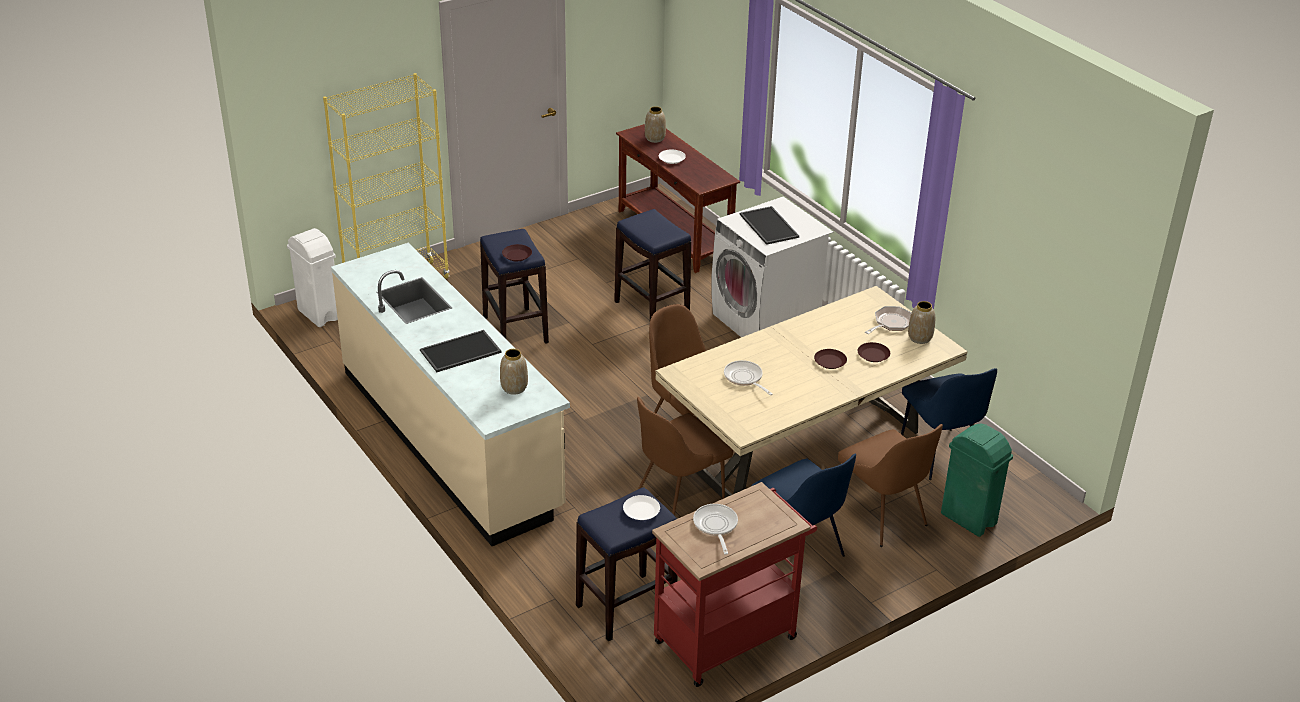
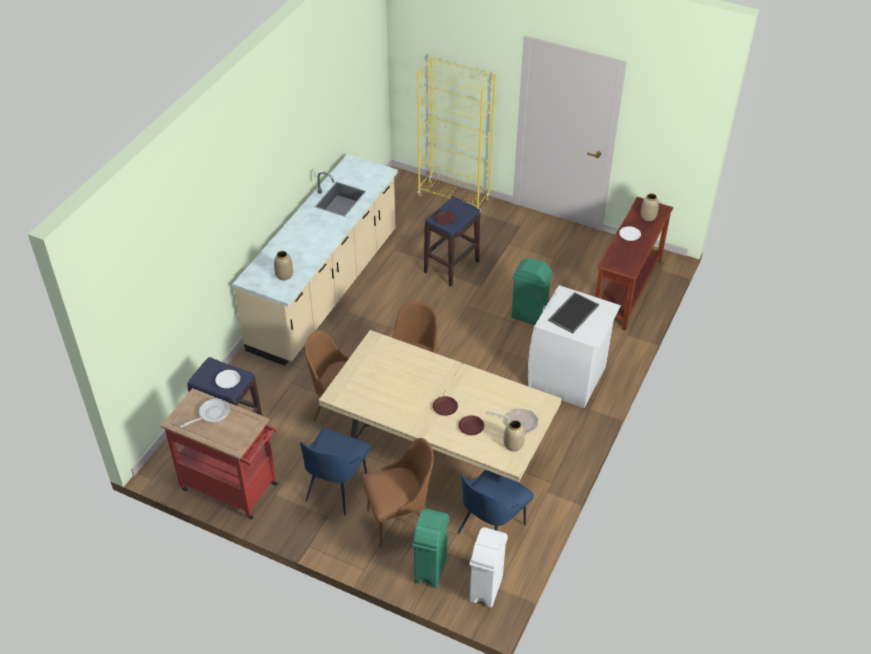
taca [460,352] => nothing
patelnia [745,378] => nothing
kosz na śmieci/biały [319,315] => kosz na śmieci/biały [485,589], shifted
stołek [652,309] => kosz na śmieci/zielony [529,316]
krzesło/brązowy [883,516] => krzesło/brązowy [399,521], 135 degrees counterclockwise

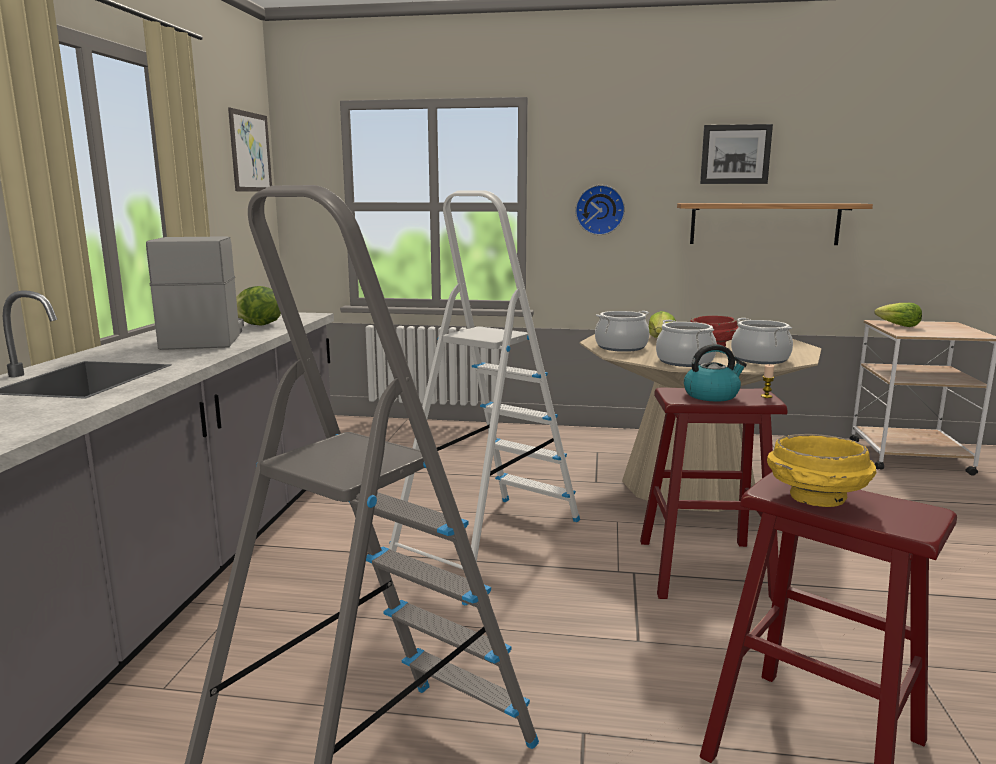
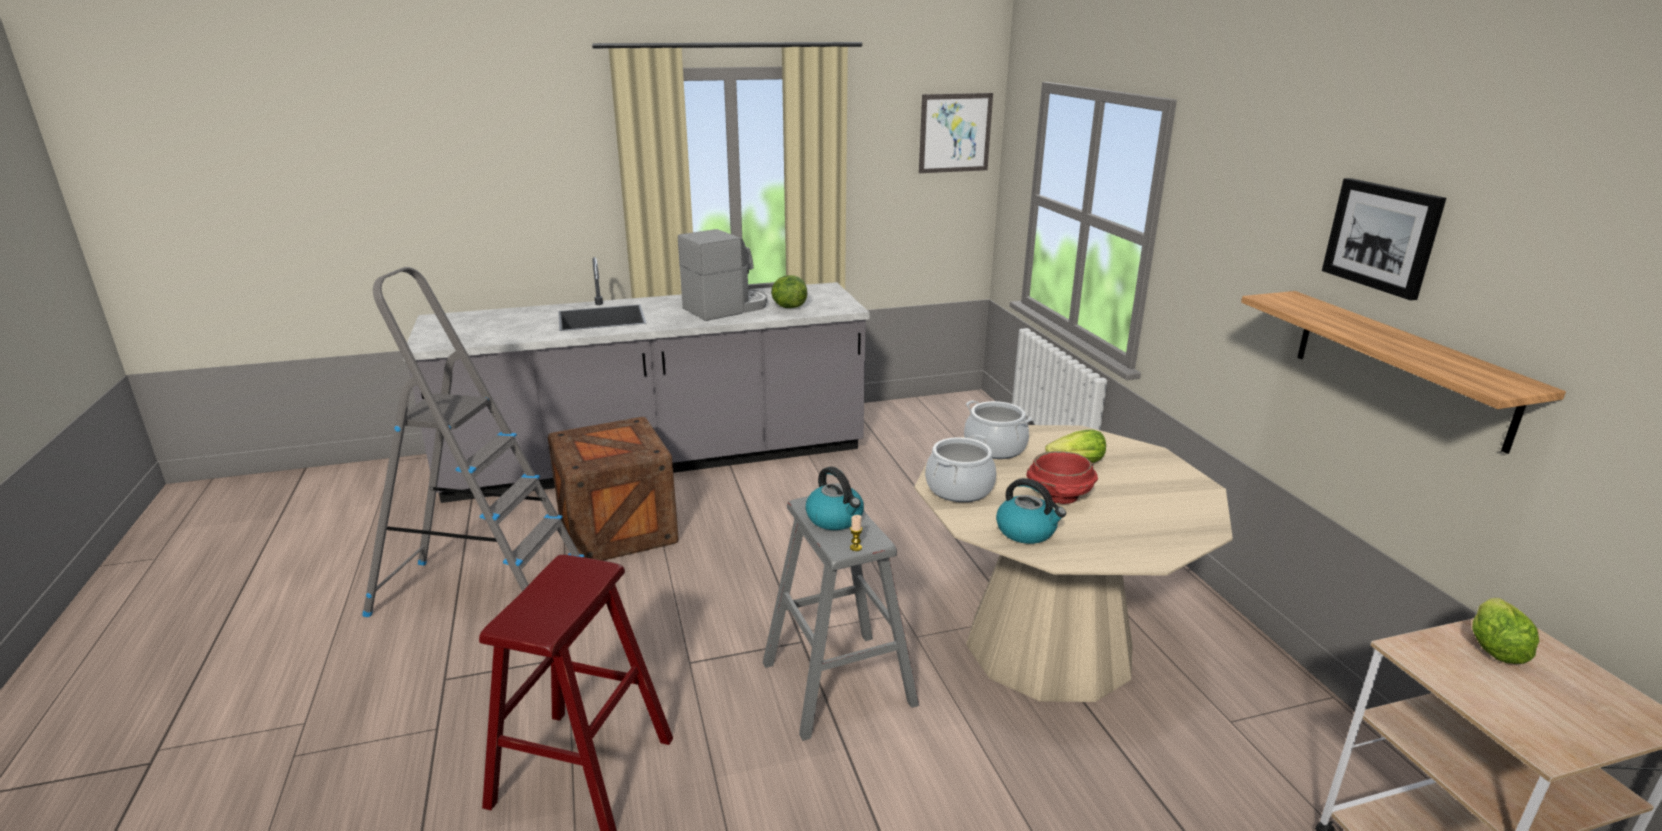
drabinka/biały [489,543] => nothing
zegar ścienny [600,210] => nothing
miska/żółty [816,499] => nothing
nothing => skrzynka [618,531]
garnek [760,359] => czajnik [1027,531]
stołek/czerwony [704,569] => stołek/szary [838,683]

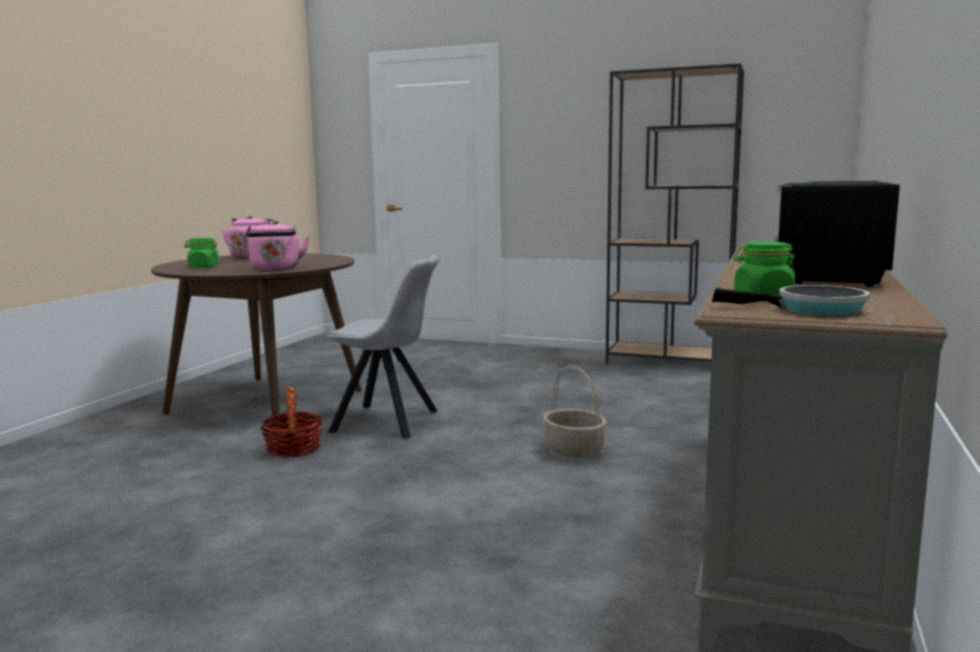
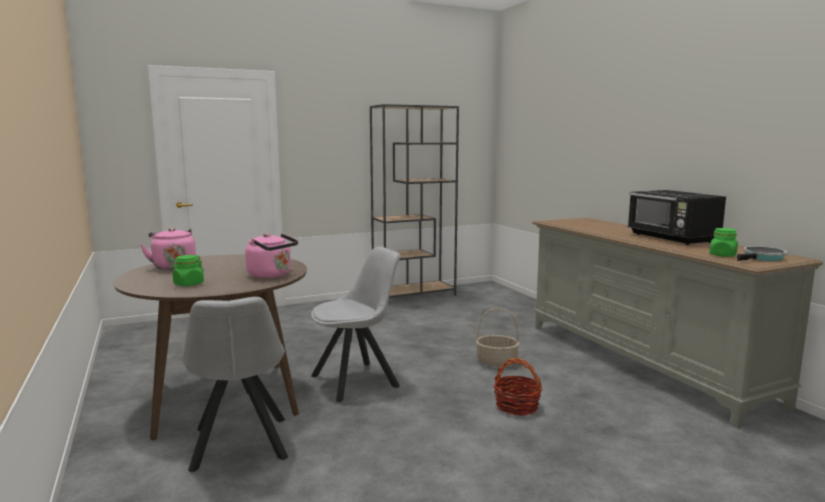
nothing => krzesło/szary [240,445]
koszyk [293,448] => koszyk [517,406], shifted

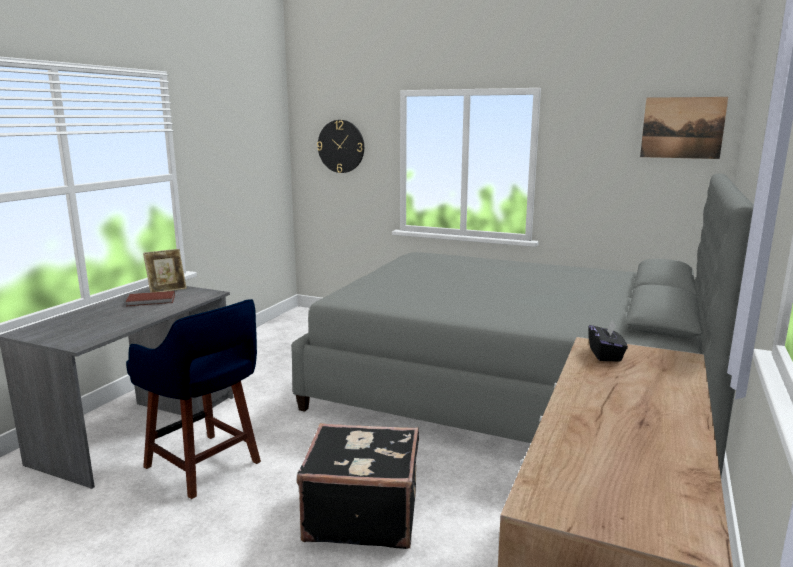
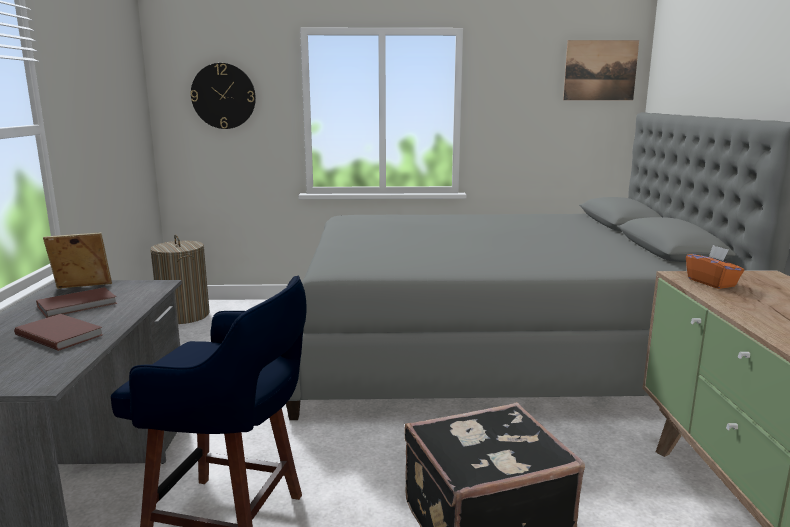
nothing => książka/brązowy [60,334]
nothing => kosz na pranie [184,315]
pudełko chusteczek/czarny [605,355] => pudełko chusteczek/pomarańczowy [711,283]
ramka na zdjęcie [167,290] => ramka na zdjęcie [82,288], 135 degrees counterclockwise

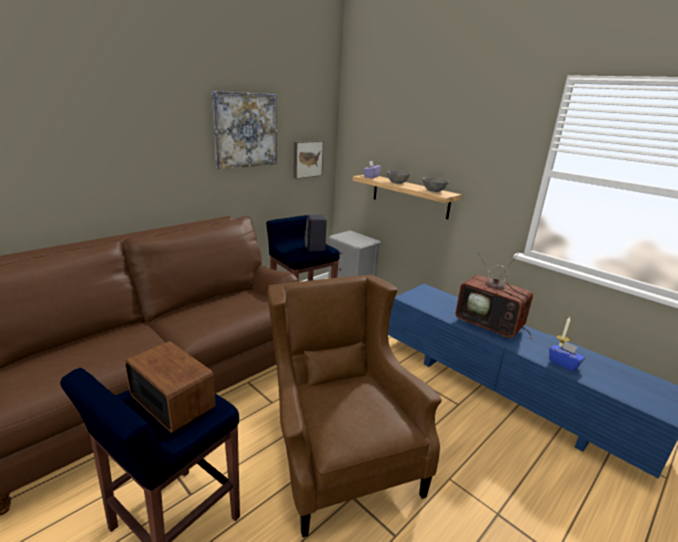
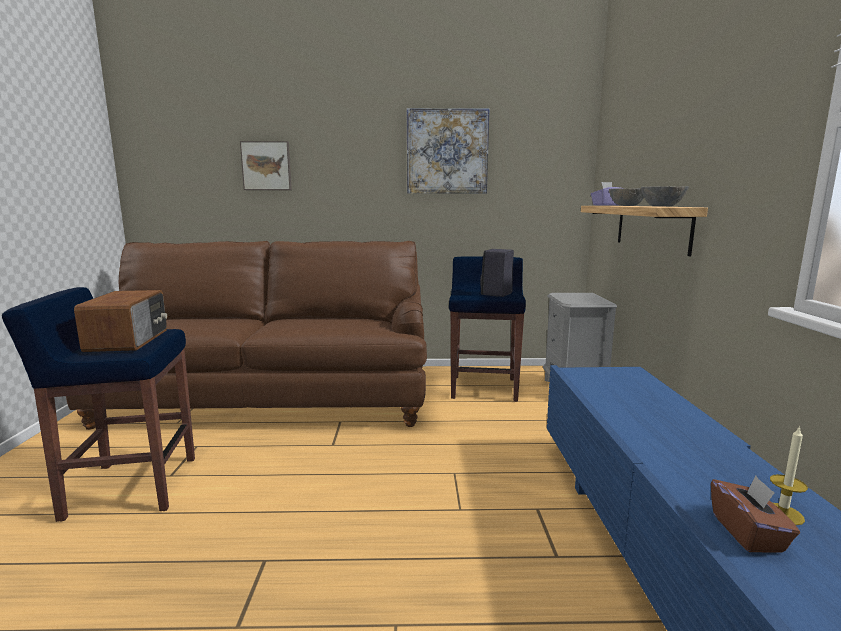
fotel/brązowy [339,455] => nothing
telewizor [491,324] => nothing
obraz [307,159] => obraz [267,166], shifted
pudełko chusteczek/niebieski [563,363] => pudełko chusteczek/brązowy [748,533]

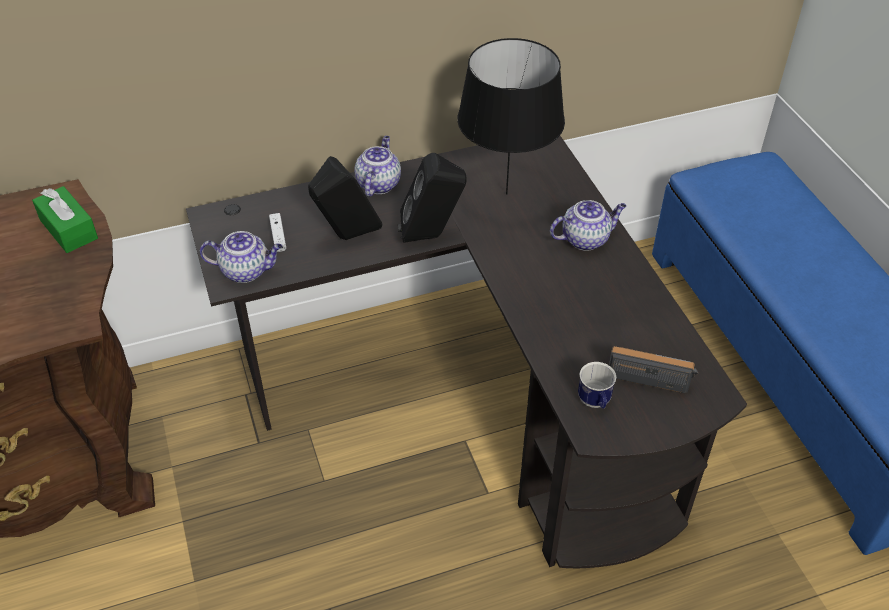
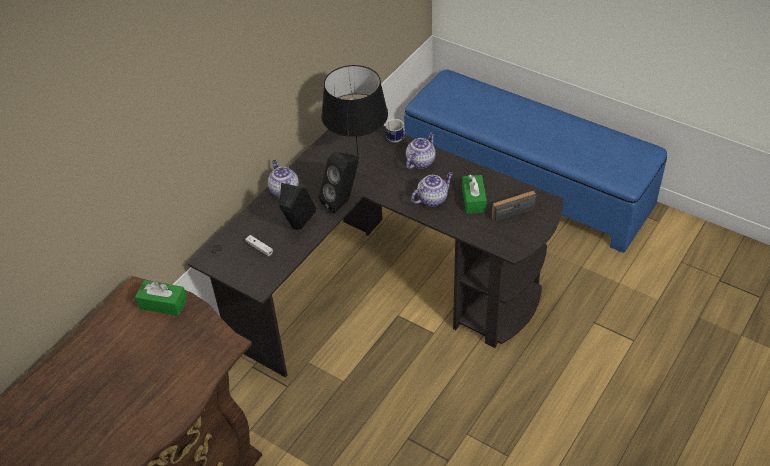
nothing => pudełko chusteczek/zielony [473,199]
imbryk [246,271] => imbryk [432,198], shifted
kubek [595,403] => kubek [397,140], shifted

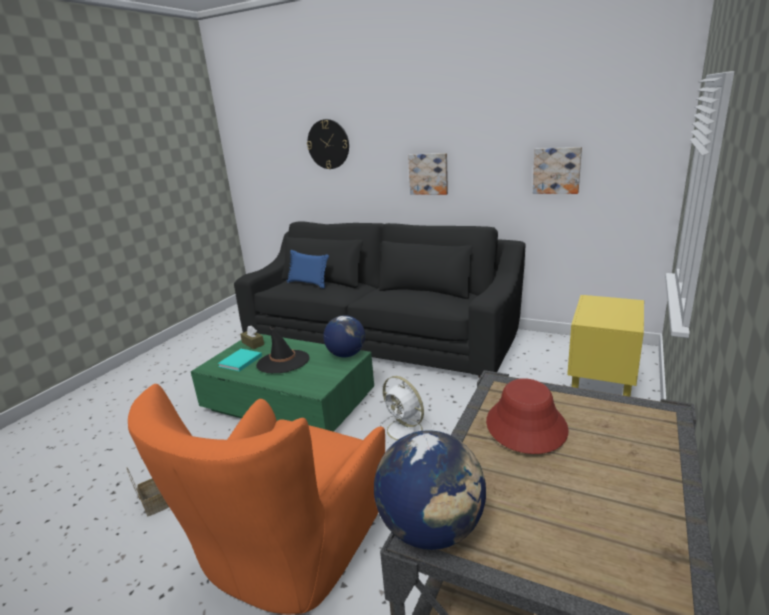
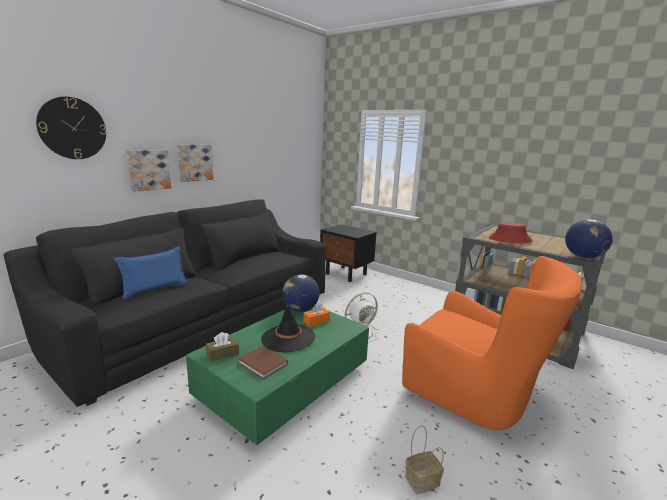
nothing => pudełko chusteczek/pomarańczowy [316,321]
obraz [556,170] => obraz [149,169], shifted
książka/turkusowy [239,362] => książka/brązowy [263,364]
szafka nocna/żółty [601,385] => szafka nocna/czarny [346,274]

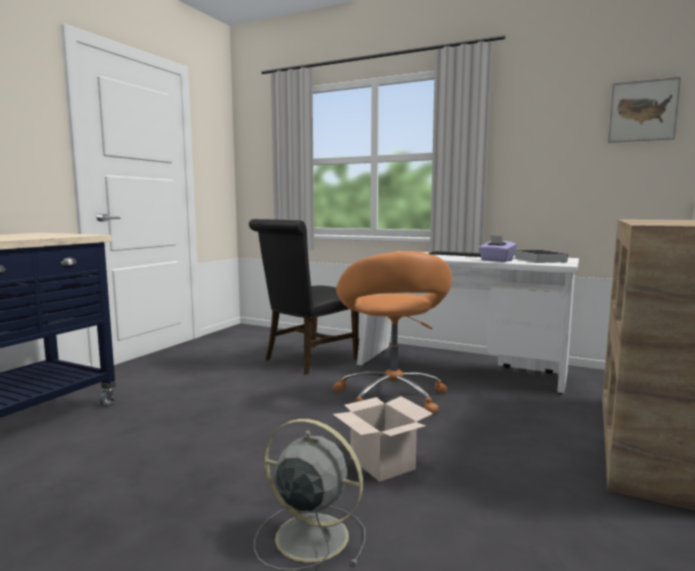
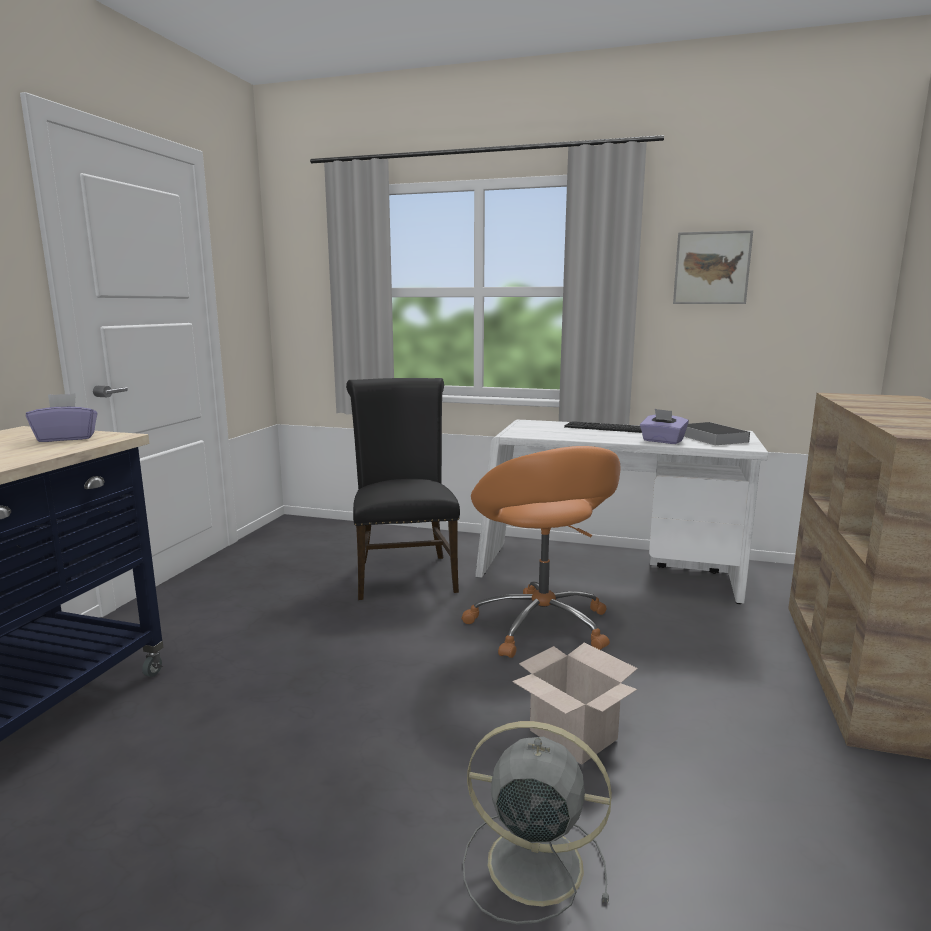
nothing => pudełko chusteczek/fioletowy [67,438]
obraz [643,111] => obraz [711,268], shifted
krzesło/czarny [306,360] => krzesło/czarny [404,573], 135 degrees clockwise

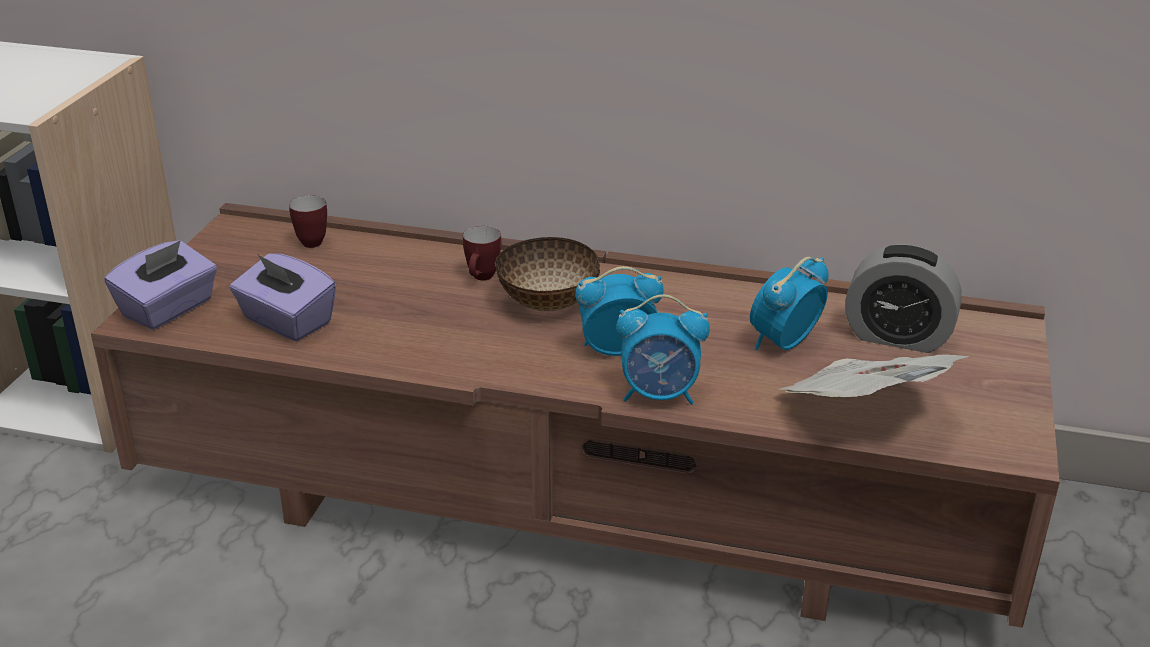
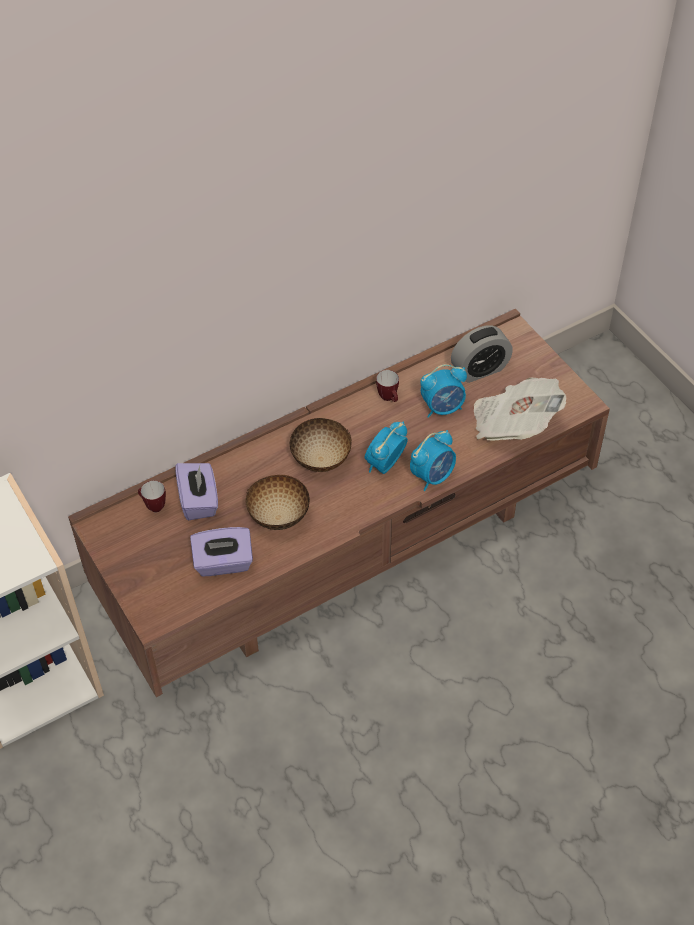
nothing => miska [279,516]
pudełko chusteczek/fioletowy [168,309] => pudełko chusteczek/fioletowy [199,501], shifted
kubek [482,279] => kubek [389,398], shifted
budzik [783,343] => budzik [443,408], 105 degrees counterclockwise

